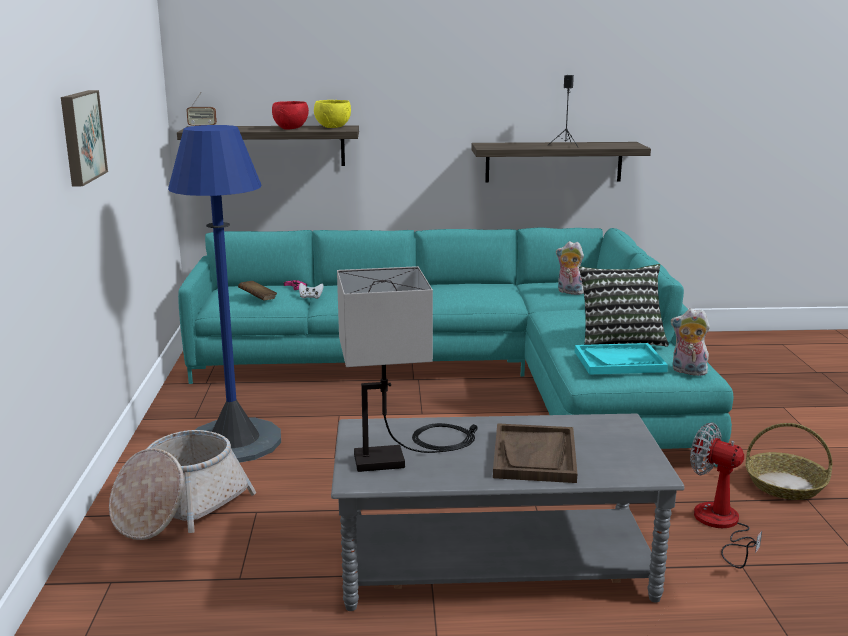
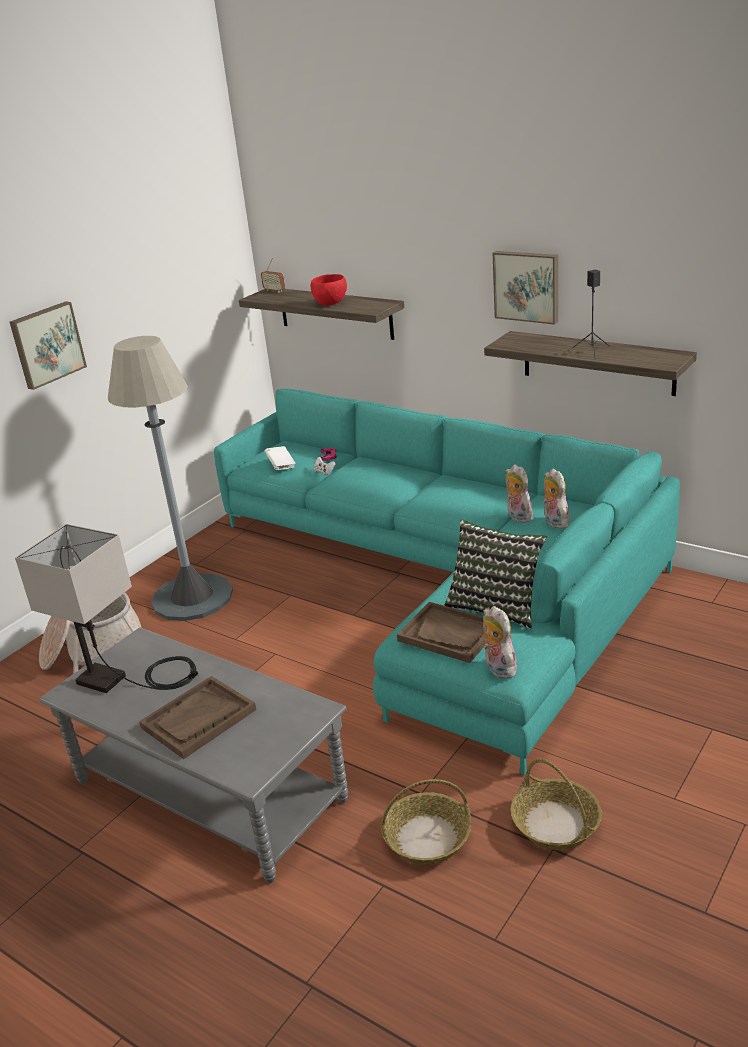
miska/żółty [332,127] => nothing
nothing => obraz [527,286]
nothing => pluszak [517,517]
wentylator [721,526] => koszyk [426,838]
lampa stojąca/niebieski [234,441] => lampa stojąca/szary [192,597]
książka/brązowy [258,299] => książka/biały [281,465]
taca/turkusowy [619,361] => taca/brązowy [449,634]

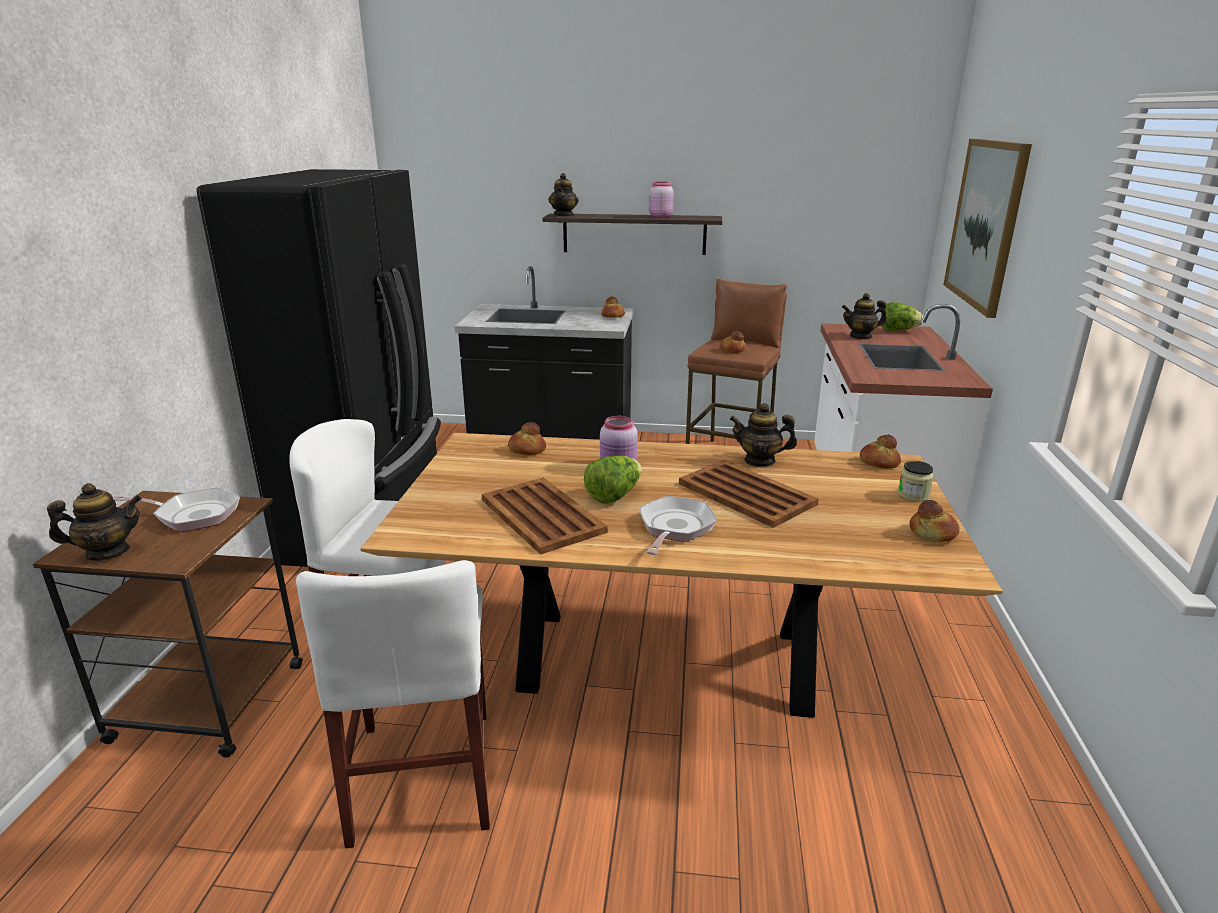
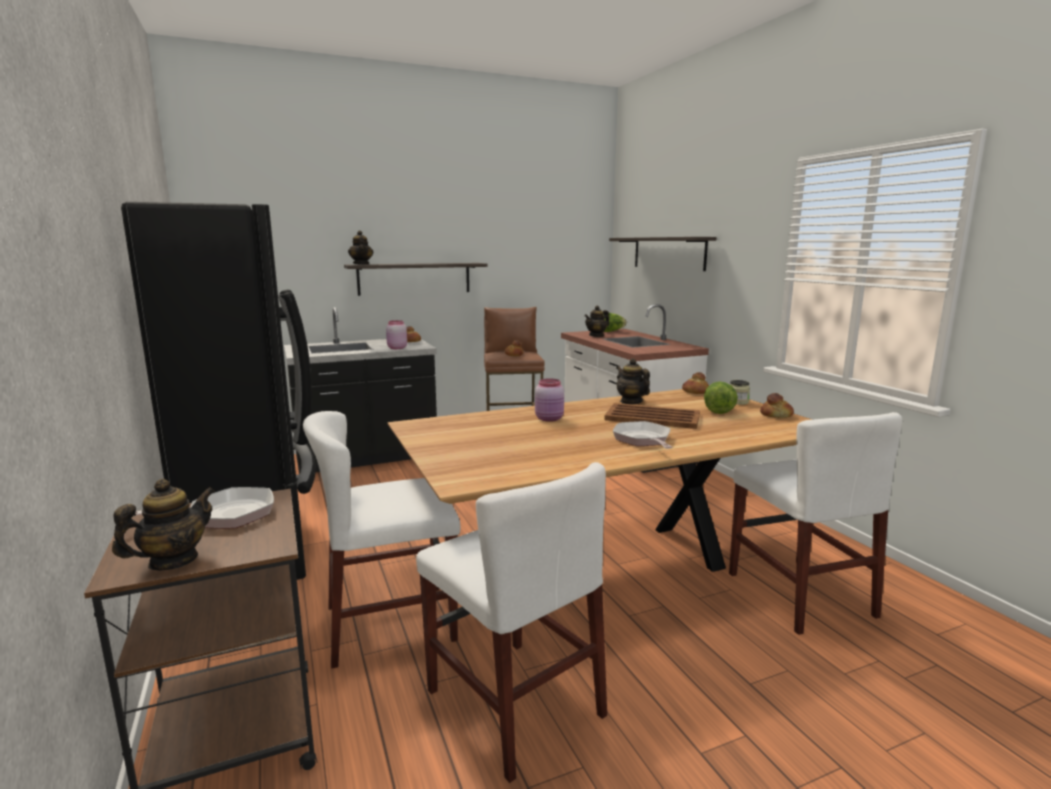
taca/brązowy [542,516] => nothing
chleb [527,450] => nothing
nothing => krzesło/biały [799,594]
sałata [614,496] => sałata [718,410], shifted
słoik/różowy [659,216] => słoik/różowy [396,348], shifted
obraz [985,223] => półka [668,253]
imbryk [760,461] => imbryk [631,402], 75 degrees clockwise

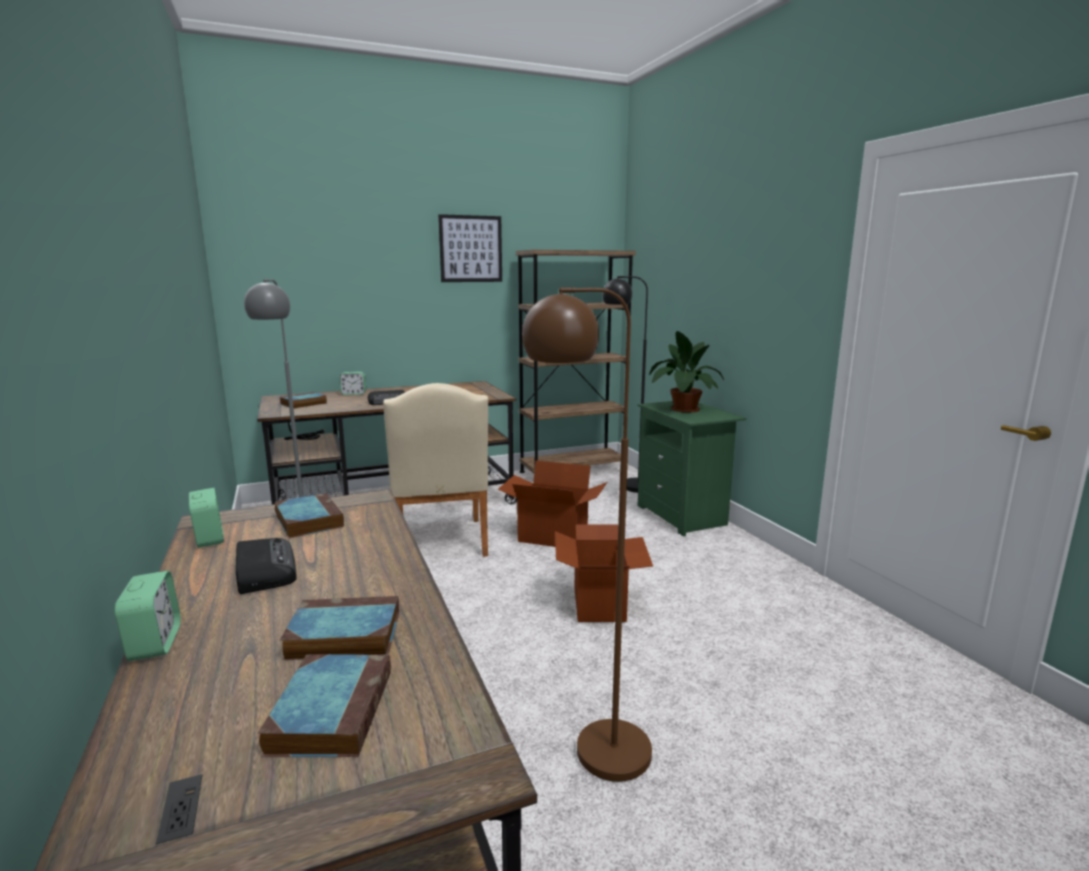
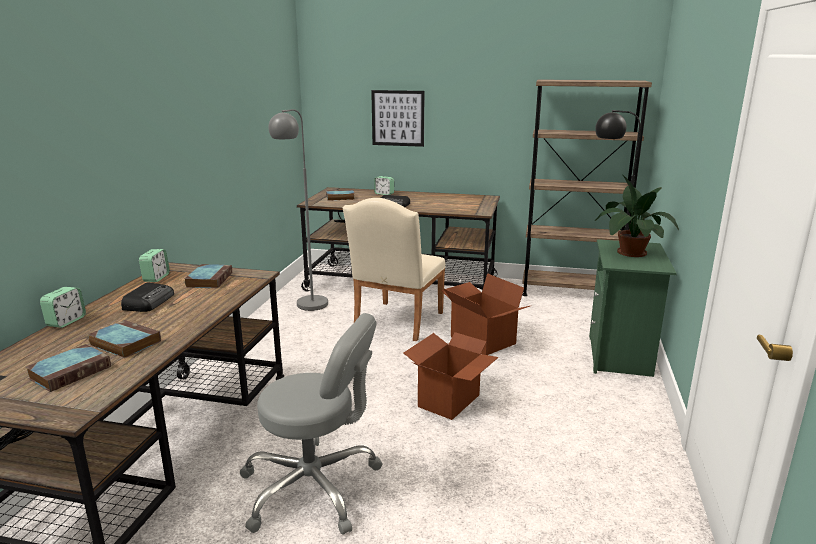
obraz [471,249] => obraz [398,118], shifted
lampa stojąca/brązowy [592,759] => krzesło biurowe/szary [317,489]

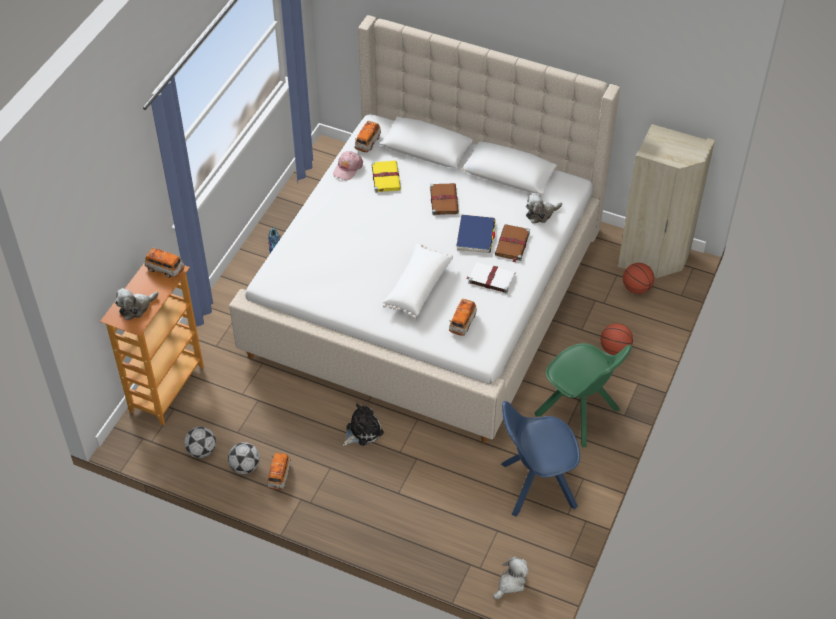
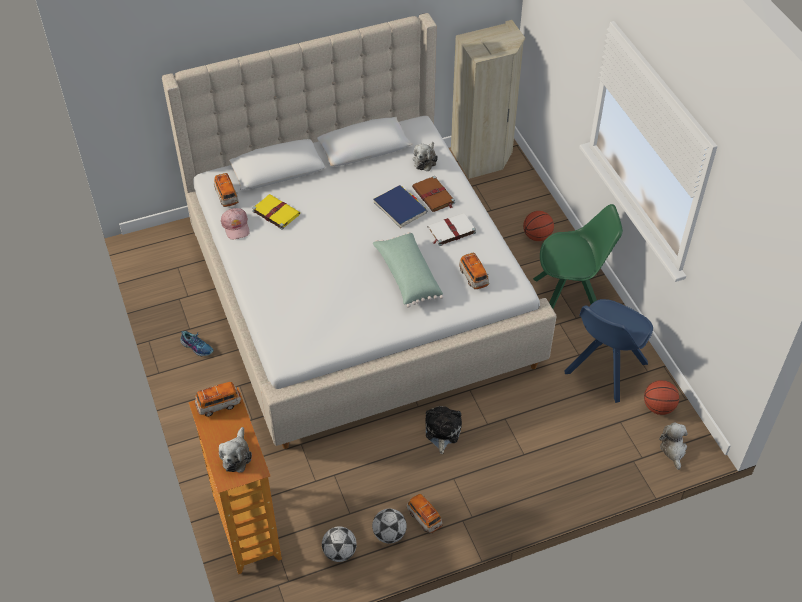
książka/brązowy [443,200] => nothing
piłka do koszykówki [636,288] => piłka do koszykówki [658,407], shifted
poduszka/biały [417,287] => poduszka/zielony [407,276]

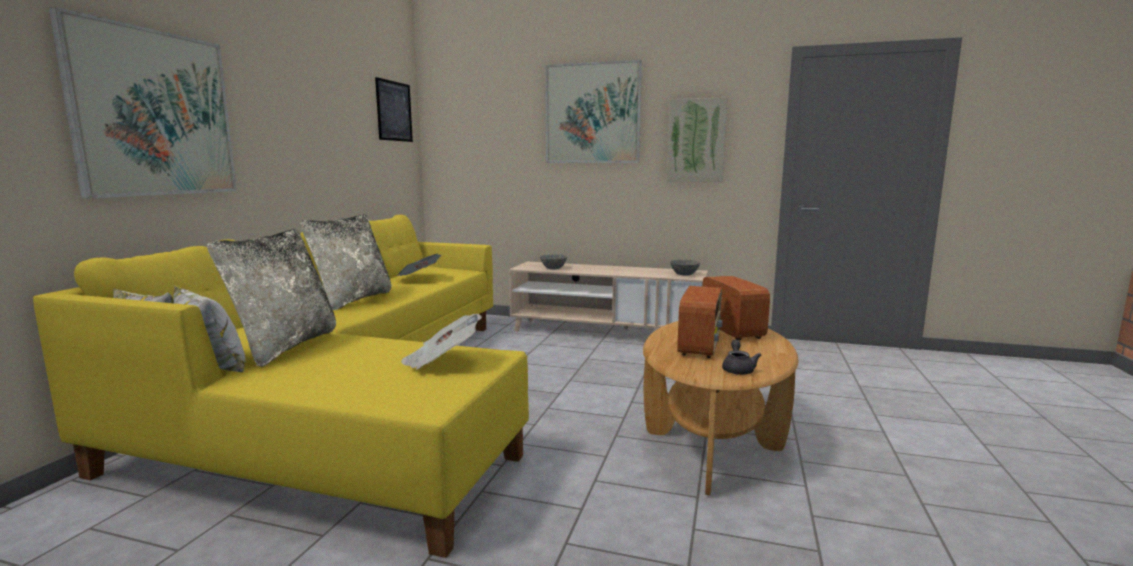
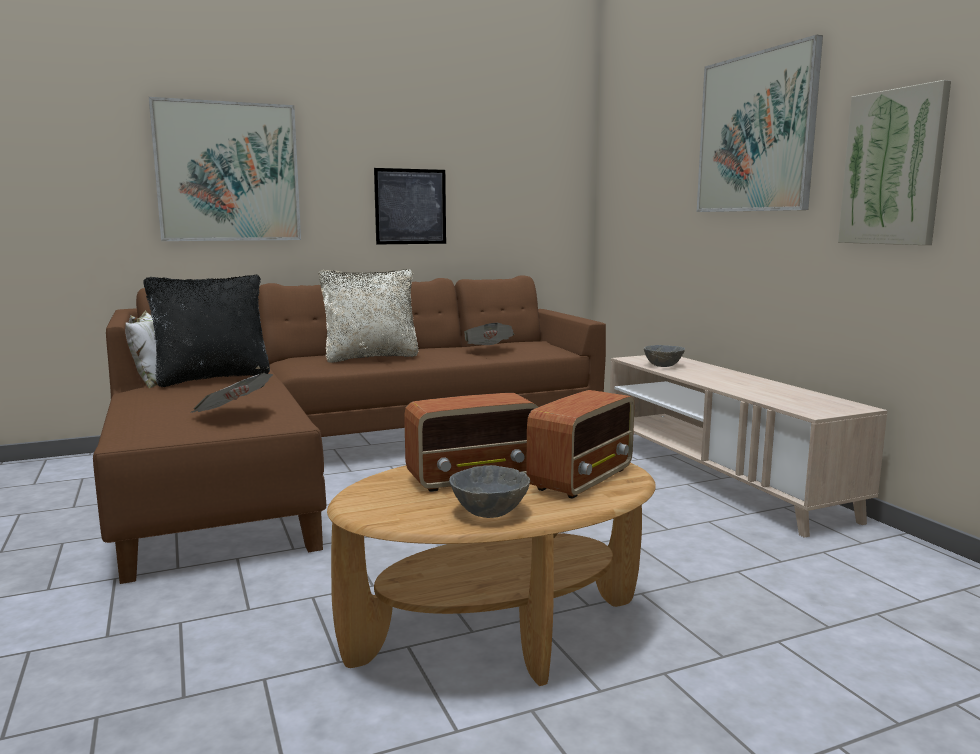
imbryk/szary [738,369] => nothing
obraz [394,111] => obraz [410,206], shifted
miska/szary [684,274] => miska/szary [489,512], shifted
kanapa/żółty [356,400] => kanapa/brązowy [339,459]
poduszka/beżowy [287,347] => poduszka/czarny [214,380]

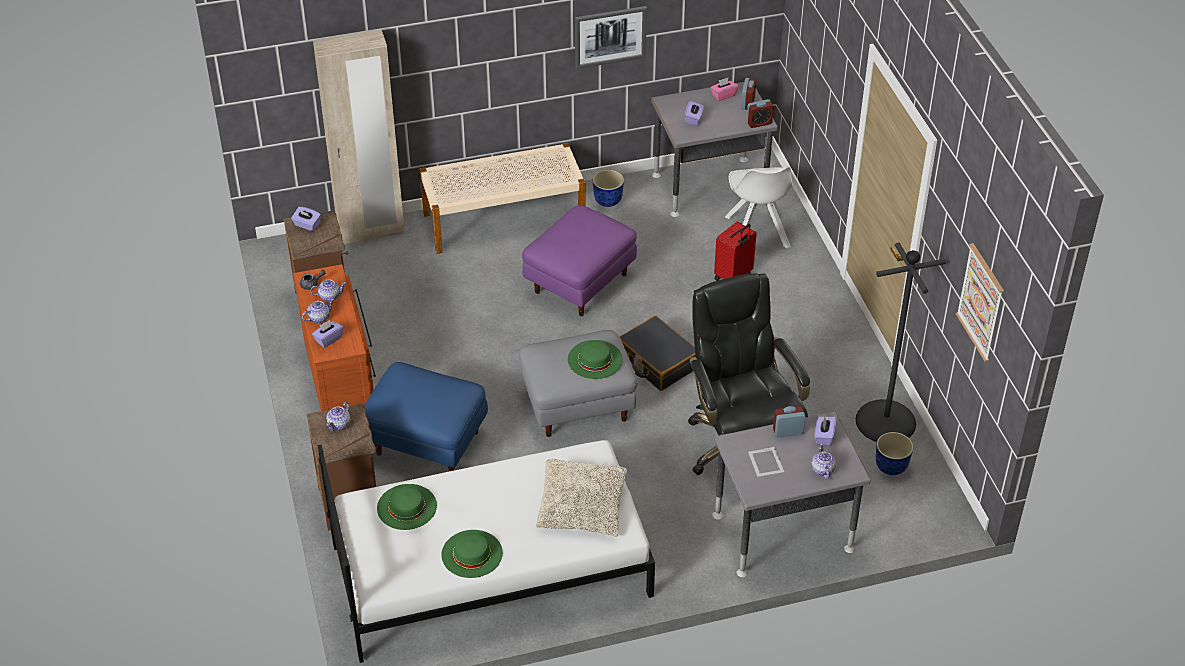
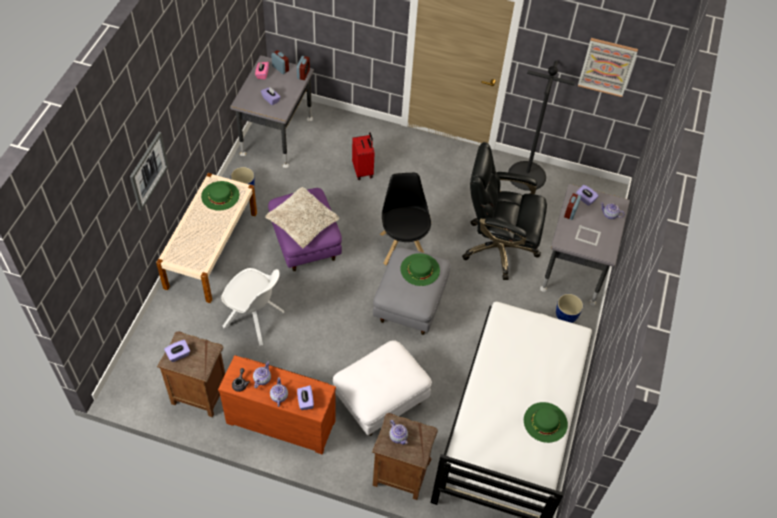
szafa/beżowy [371,231] => nothing
kapelusz/zielony [406,506] => kapelusz/zielony [220,195], shifted
poduszka/beżowy [581,507] => poduszka/beżowy [303,223], shifted
obraz [610,36] => obraz [148,171], shifted
krzesło/biały [757,233] => krzesło/biały [254,320], shifted
donica [891,467] => donica [566,316], shifted
walizka/czarny [657,362] => krzesło/czarny [403,246]
pufa/niebieski [426,443] => pufa/biały [380,402]

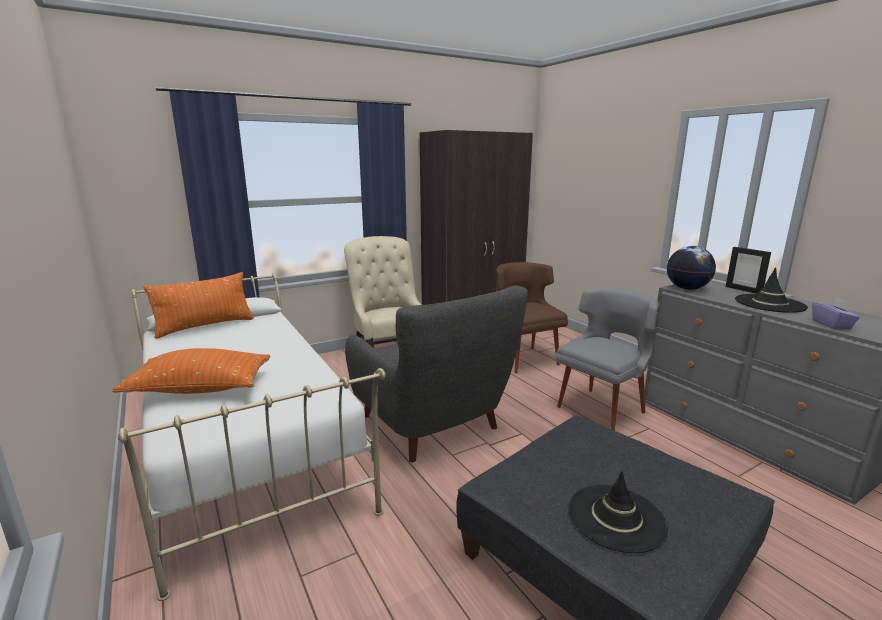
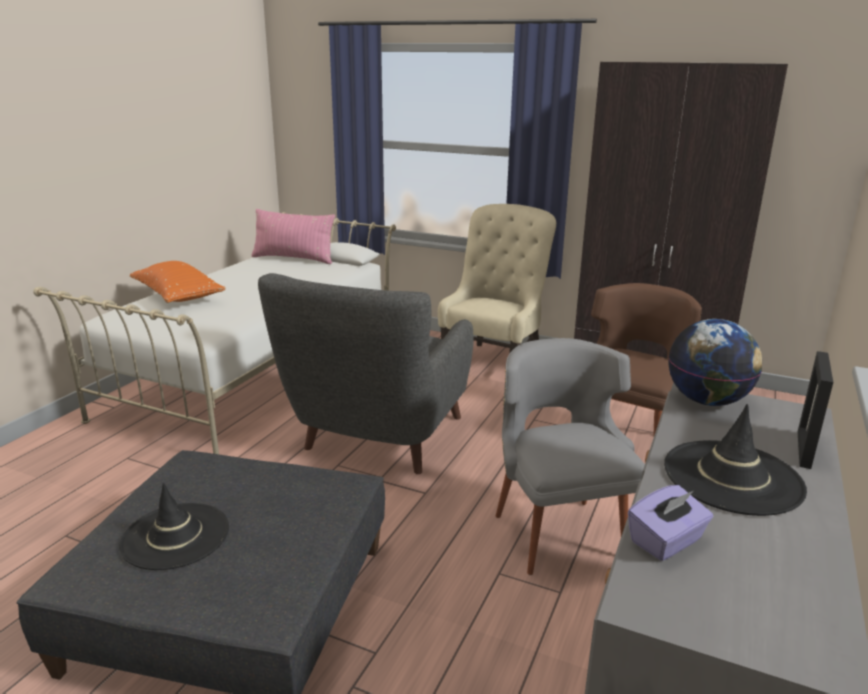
poduszka/pomarańczowy [205,326] => poduszka/różowy [294,259]
krzesło/szary [600,410] => krzesło/szary [559,537], 120 degrees counterclockwise

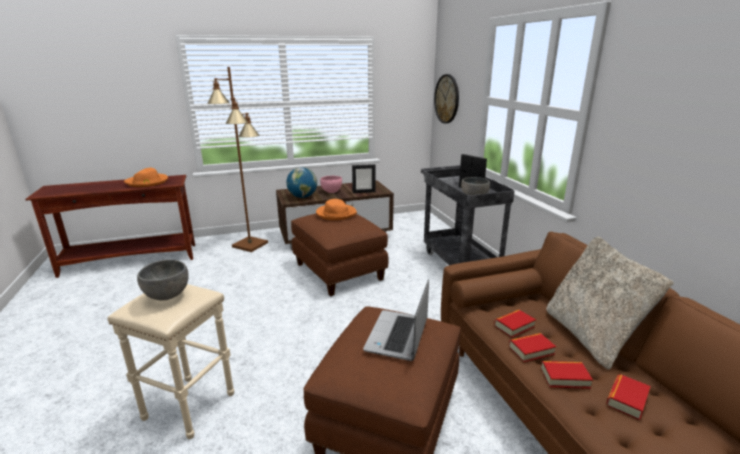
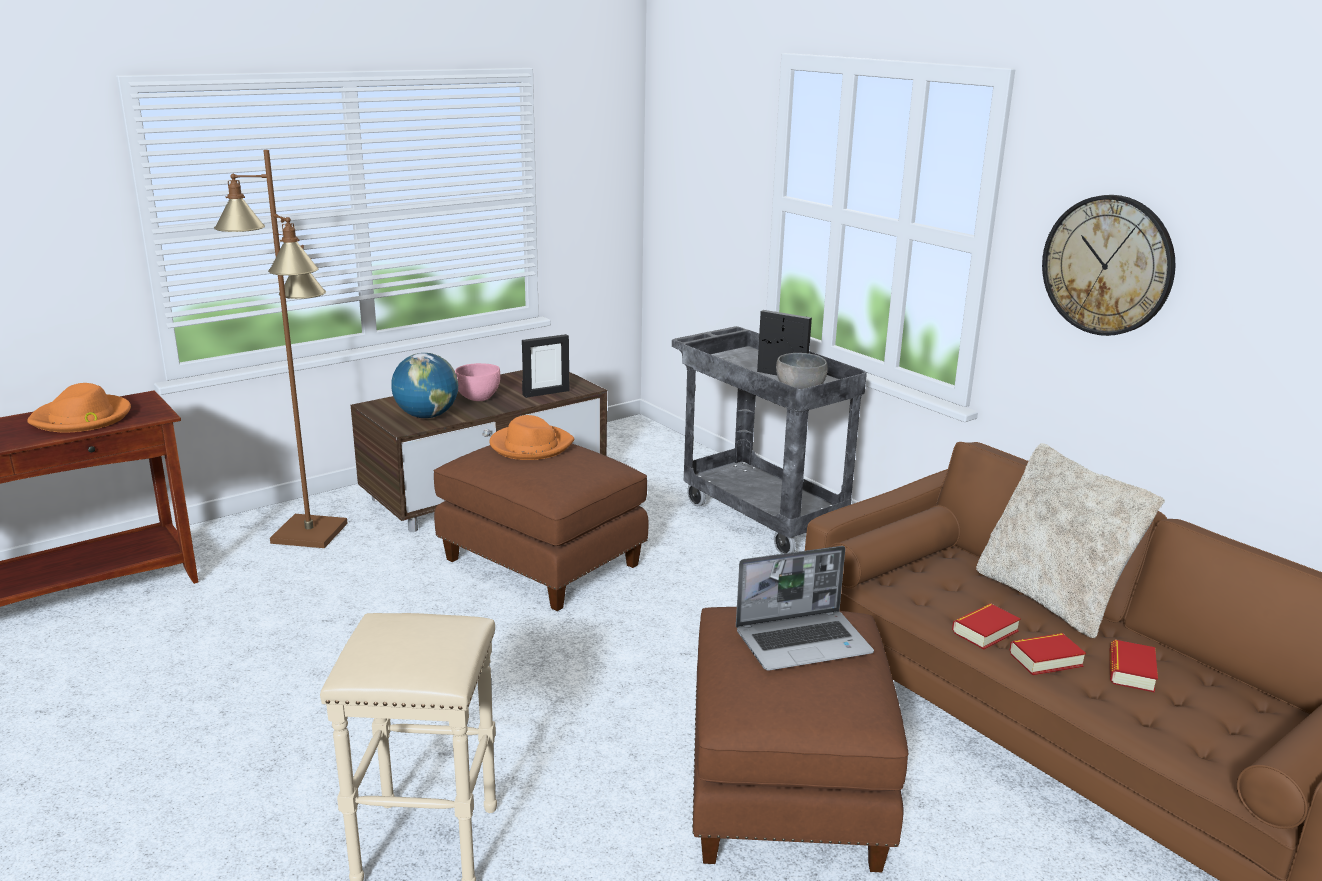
miska/szary [167,296] => nothing
książka [514,326] => nothing
zegar ścienny [447,99] => zegar ścienny [1107,265], shifted
laptop [398,336] => laptop [804,642], 105 degrees counterclockwise

